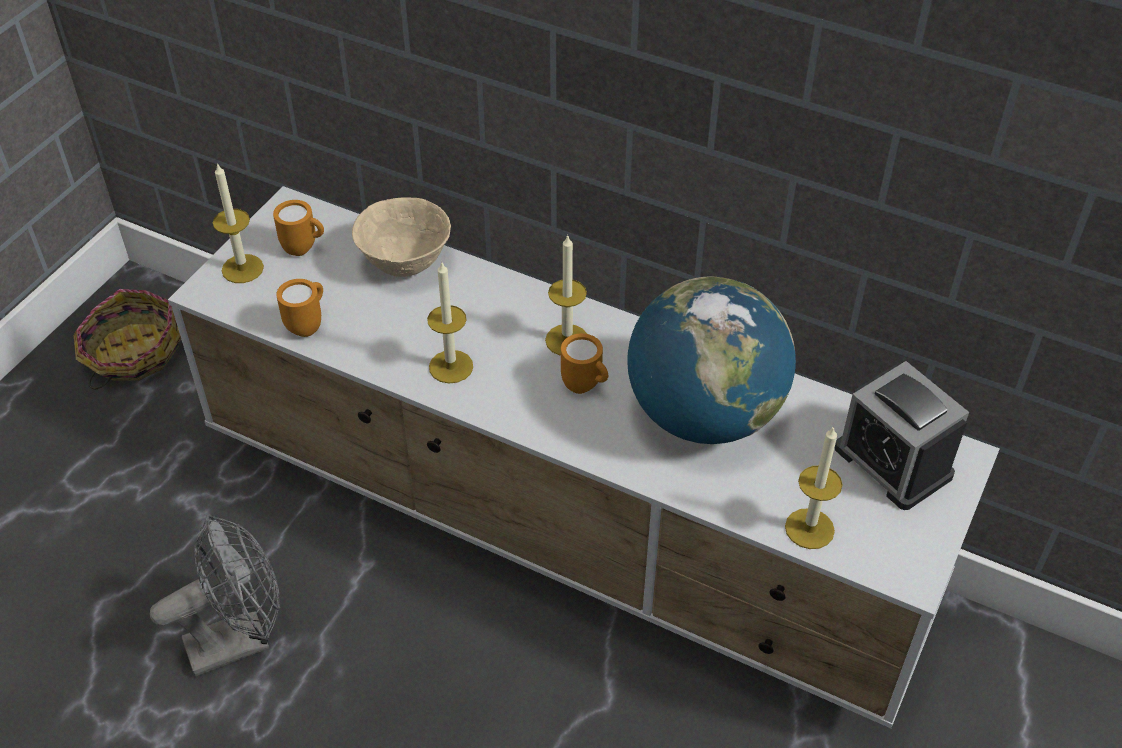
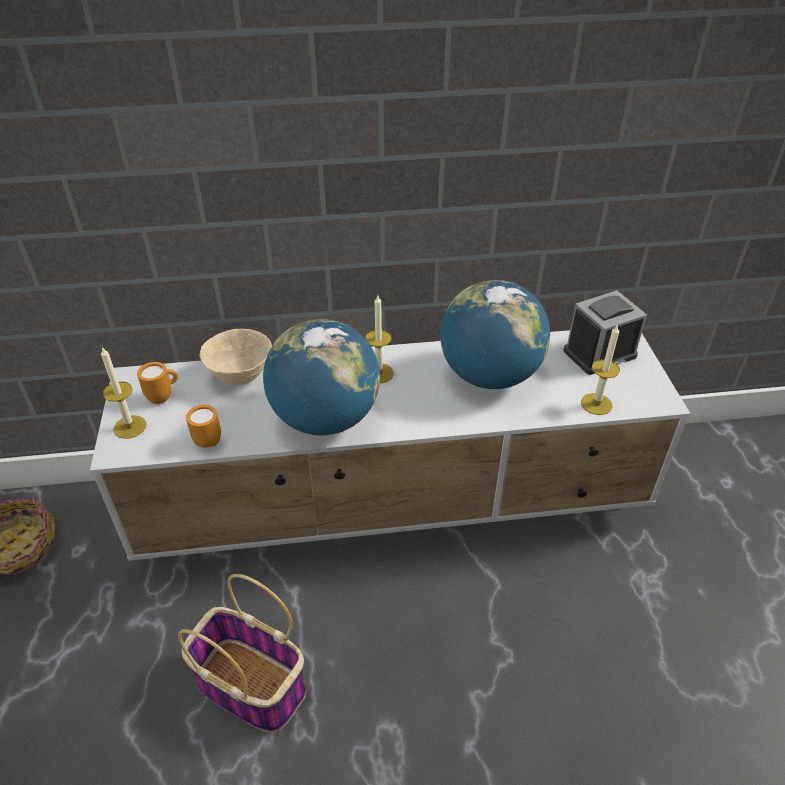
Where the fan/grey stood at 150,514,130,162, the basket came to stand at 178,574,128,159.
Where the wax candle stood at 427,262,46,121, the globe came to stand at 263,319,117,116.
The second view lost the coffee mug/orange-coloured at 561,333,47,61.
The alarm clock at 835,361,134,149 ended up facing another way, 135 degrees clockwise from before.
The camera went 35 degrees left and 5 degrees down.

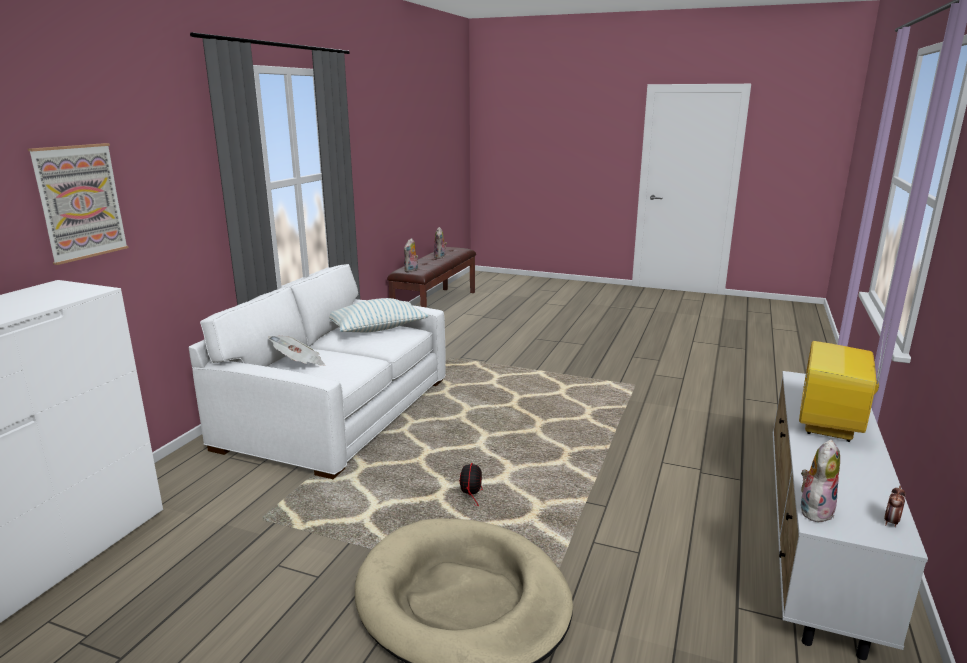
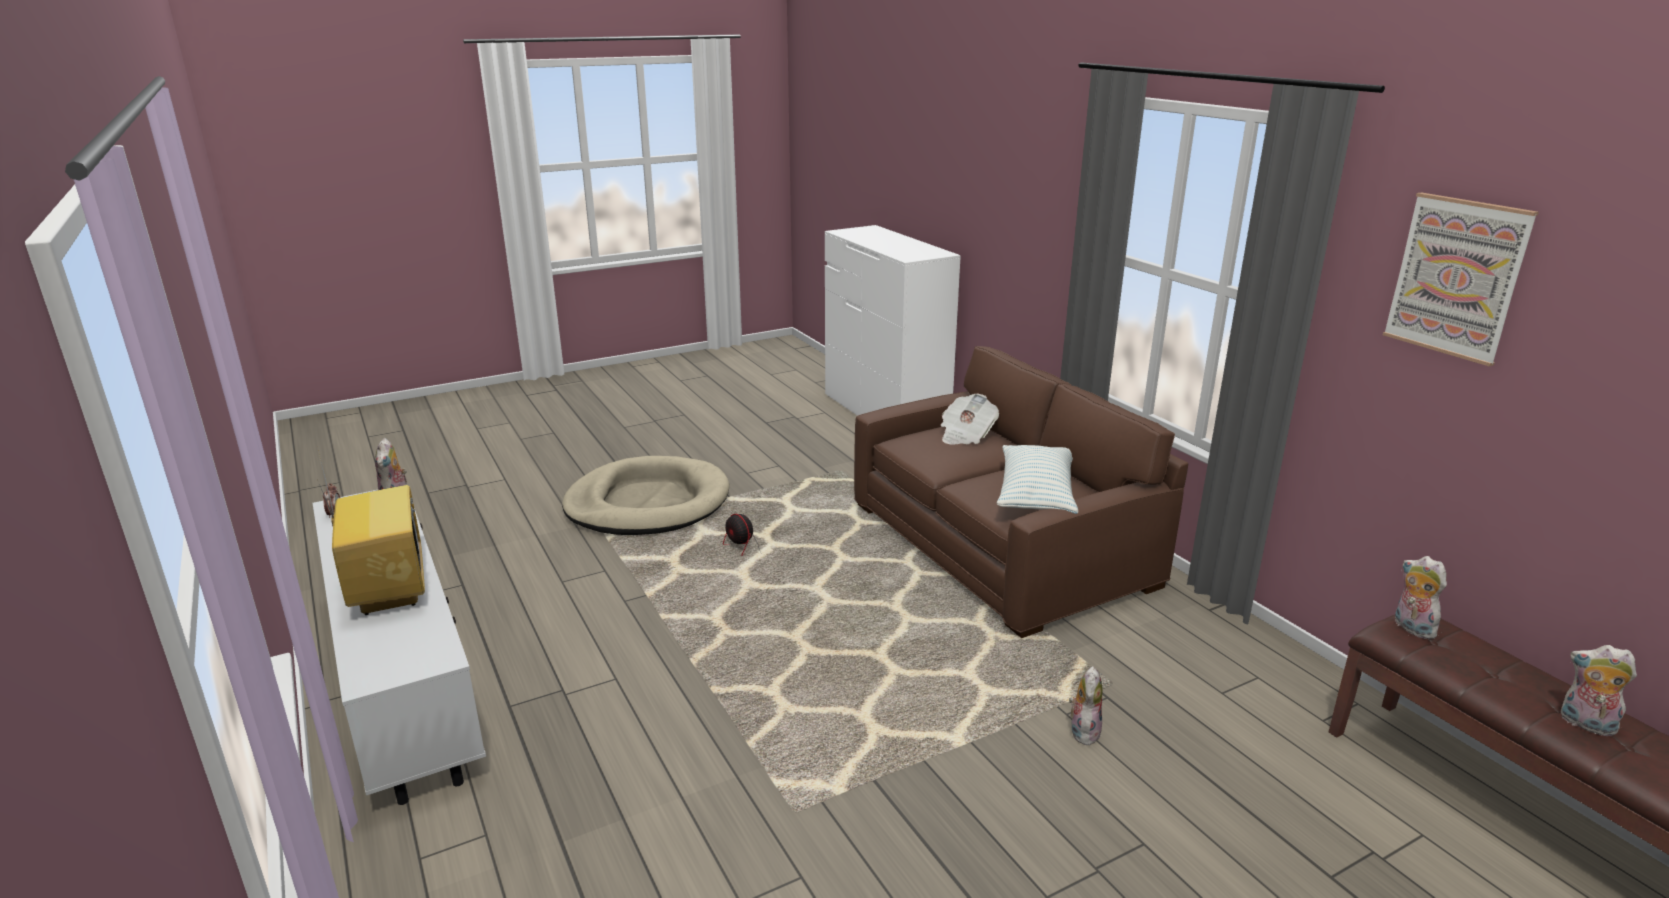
The wall art ended up elsewhere, having gone from 28,143,101,122 to 1383,192,156,174.
What was the settee/white-coloured at 189,264,257,215 turned into the settee/brown-coloured at 854,346,334,292.
The second view gained the soft toy at 1069,666,33,79.
The camera went 130 degrees right and 5 degrees up.

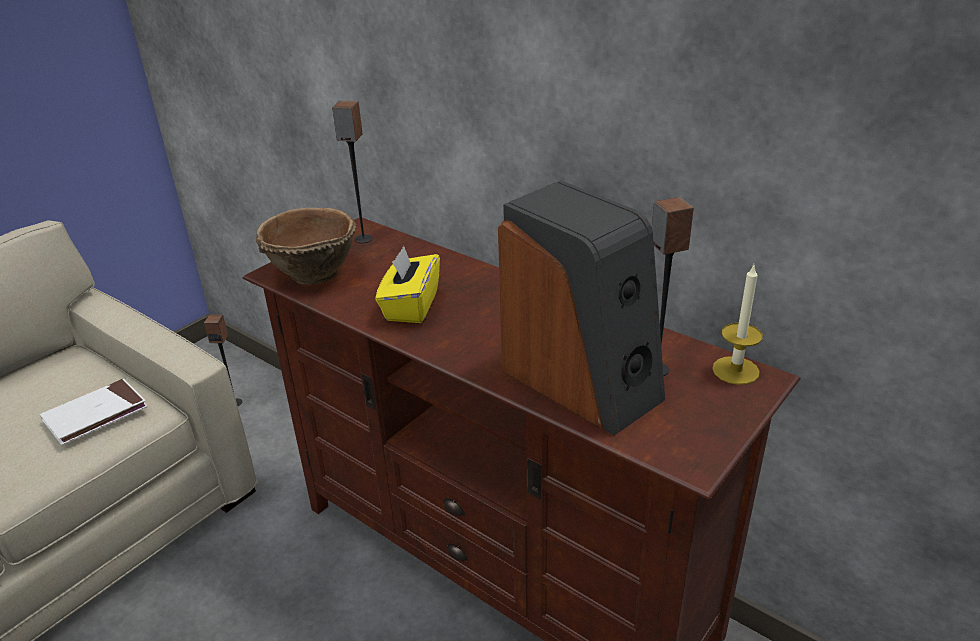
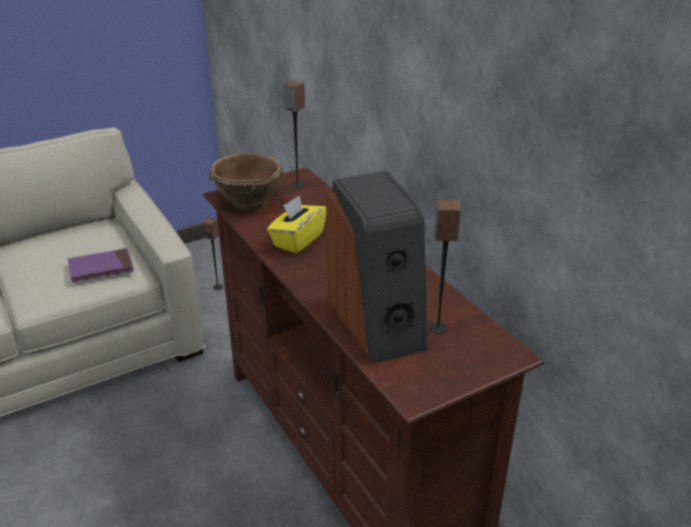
What was the volume/white-coloured at 40,379,108,66 turned into the volume/purple at 68,248,66,34.
The second view lost the wax candle at 712,265,51,120.
The camera went 20 degrees right and 0 degrees up.

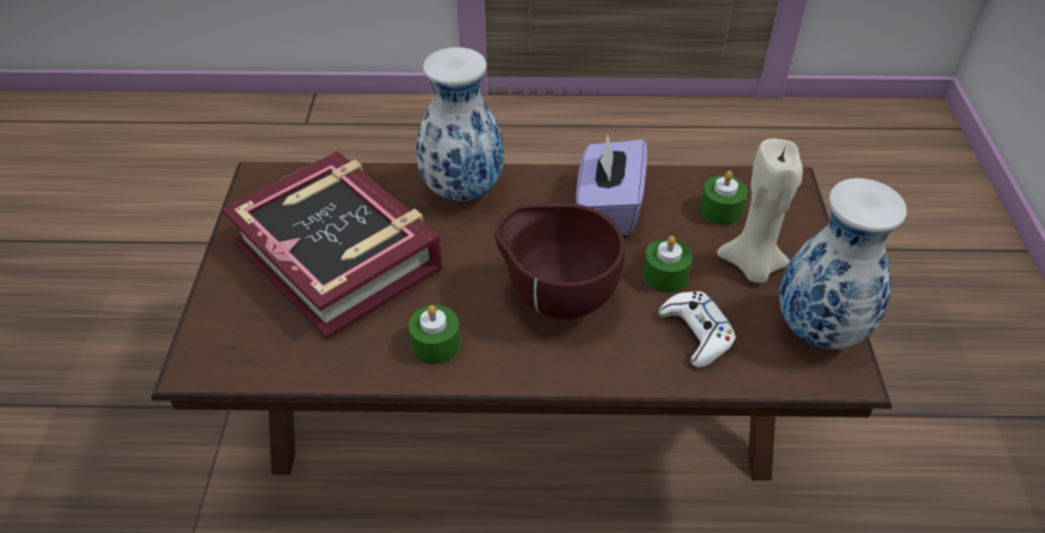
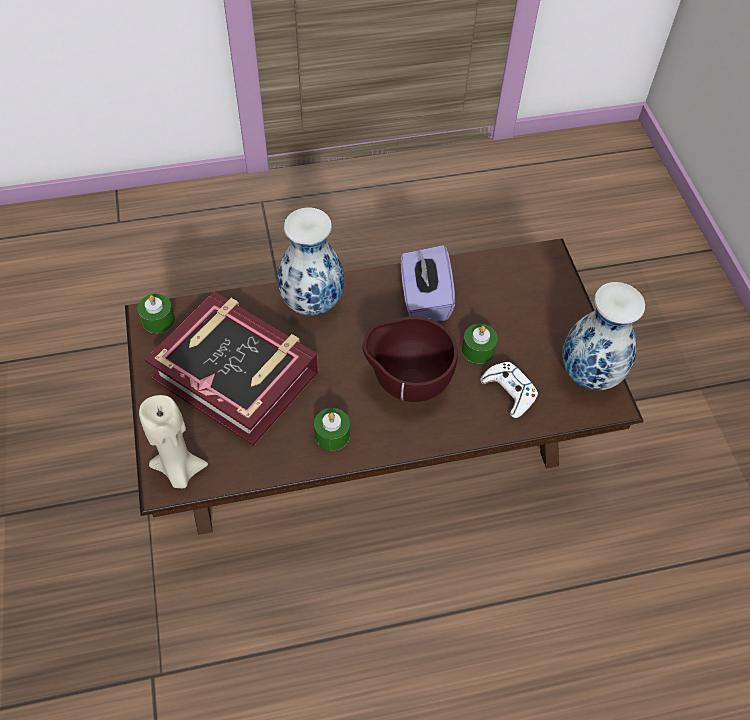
The wax candle/green-coloured ended up elsewhere, having gone from 700,171,48,54 to 138,294,37,39.
The wax candle/beige-coloured ended up elsewhere, having gone from 717,139,86,144 to 139,395,69,93.
The camera went 15 degrees left and 10 degrees up.

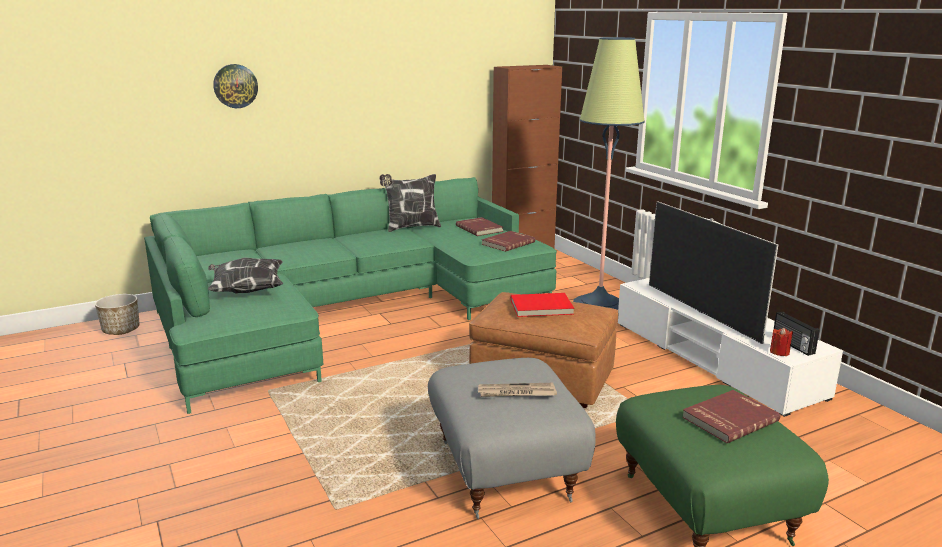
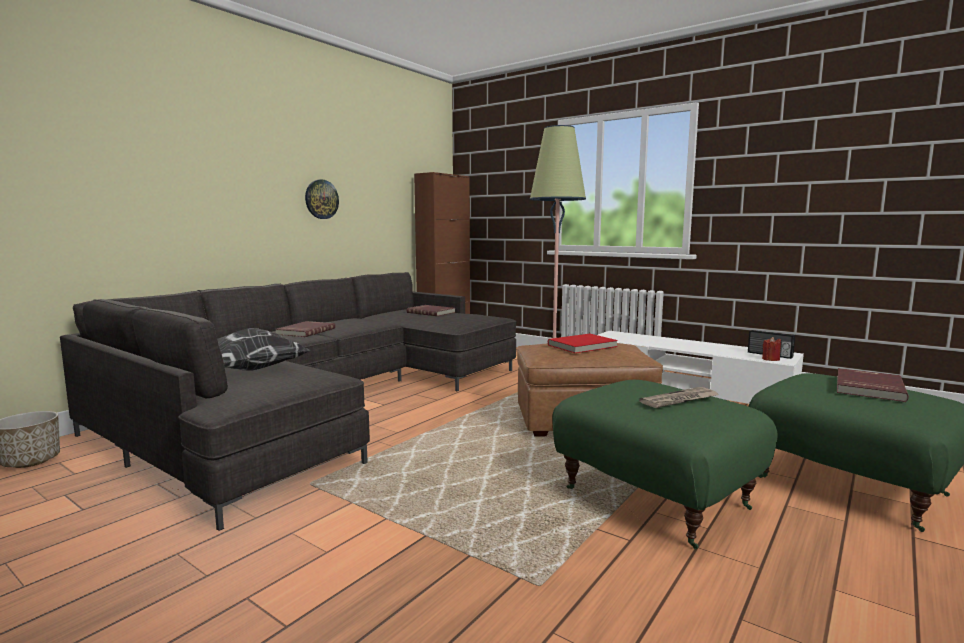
What was the settee/green-coloured at 144,177,413,237 turned into the settee/grey at 60,272,456,259.
The clock on the wall ended up elsewhere, having gone from 213,64,45,44 to 305,179,34,40.
The second view lost the cushion at 379,174,62,58.
What was the pouffe/grey at 428,358,168,161 turned into the pouffe/green-coloured at 552,380,225,169.
The volume/reddish ended up elsewhere, having gone from 482,231,53,21 to 275,321,60,16.
The second view lost the television at 649,202,129,142.
The camera went 25 degrees left and 10 degrees down.

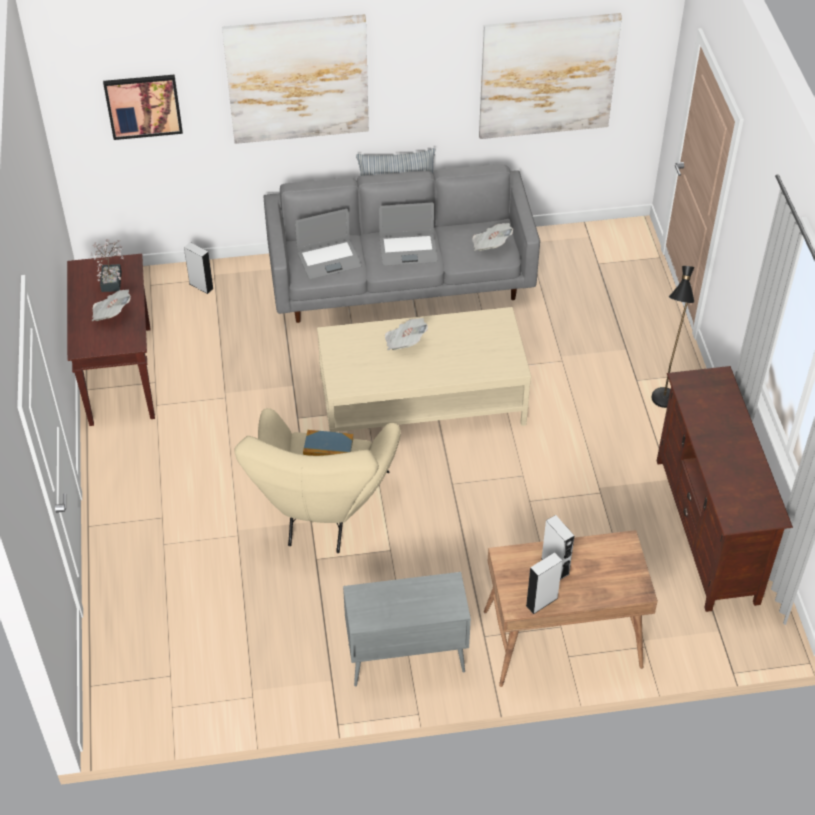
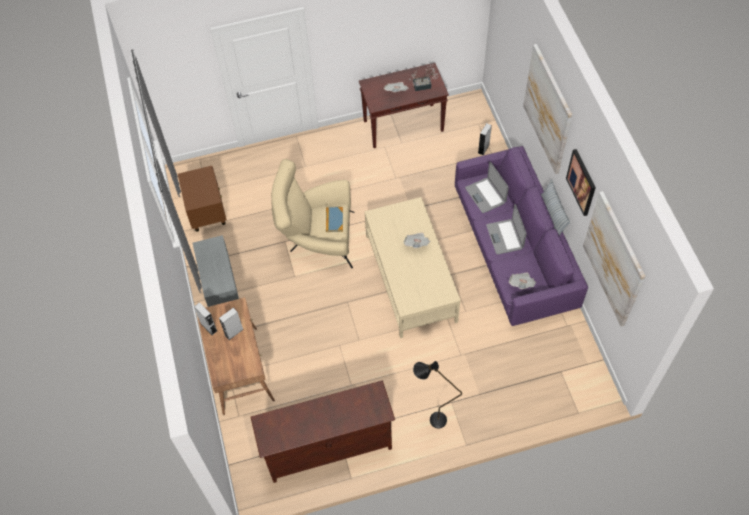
The wall art ended up elsewhere, having gone from 103,75,80,65 to 566,149,30,67.
What was the settee/grey at 263,164,277,159 turned into the settee/purple at 455,146,133,180.
The second view gained the bedside table/brown-coloured at 178,166,48,66.
The camera went 85 degrees right and 10 degrees up.

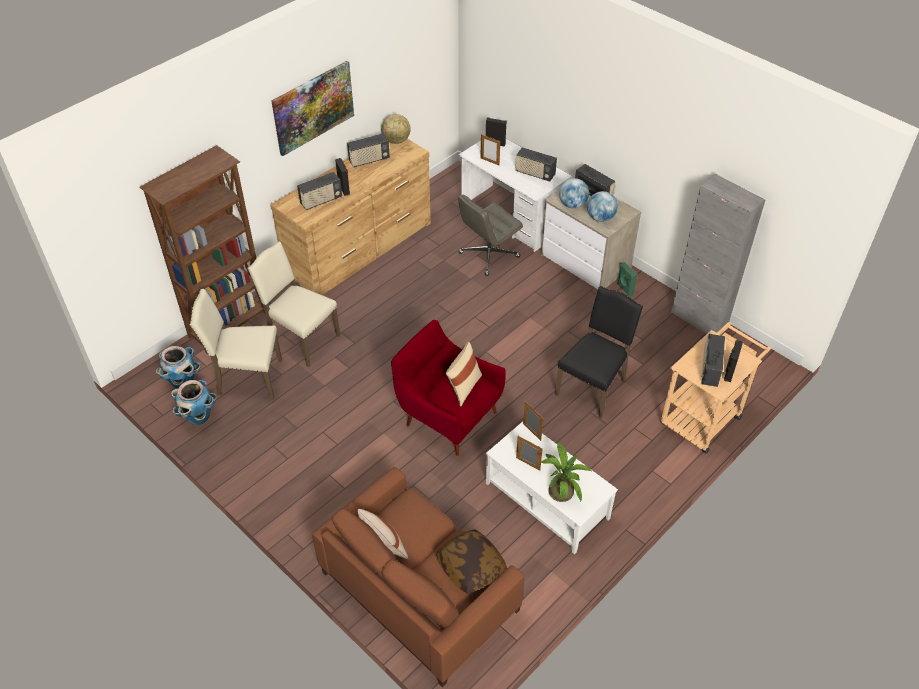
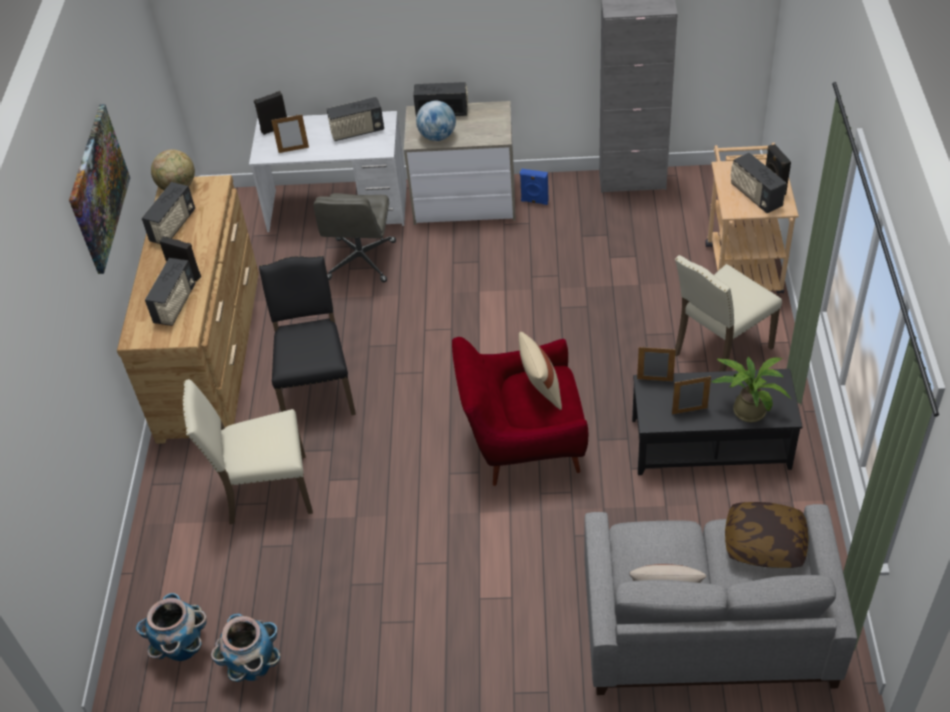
The second view lost the bookcase/brown-coloured at 139,145,127,209.
The chair/beige-coloured ended up elsewhere, having gone from 190,289,92,111 to 675,255,107,117.
What was the settee/brown-coloured at 312,467,212,220 turned into the settee/grey at 584,504,273,191.
What was the low table/white-coloured at 486,421,132,133 turned into the low table/blackish at 632,369,171,106.
The chair/blackish ended up elsewhere, having gone from 555,286,88,133 to 259,256,97,159.
The second view lost the globe at 587,191,31,31.
What was the speaker/green-coloured at 617,262,20,35 turned into the speaker/blue at 520,169,29,36.
The camera went 40 degrees left and 0 degrees up.

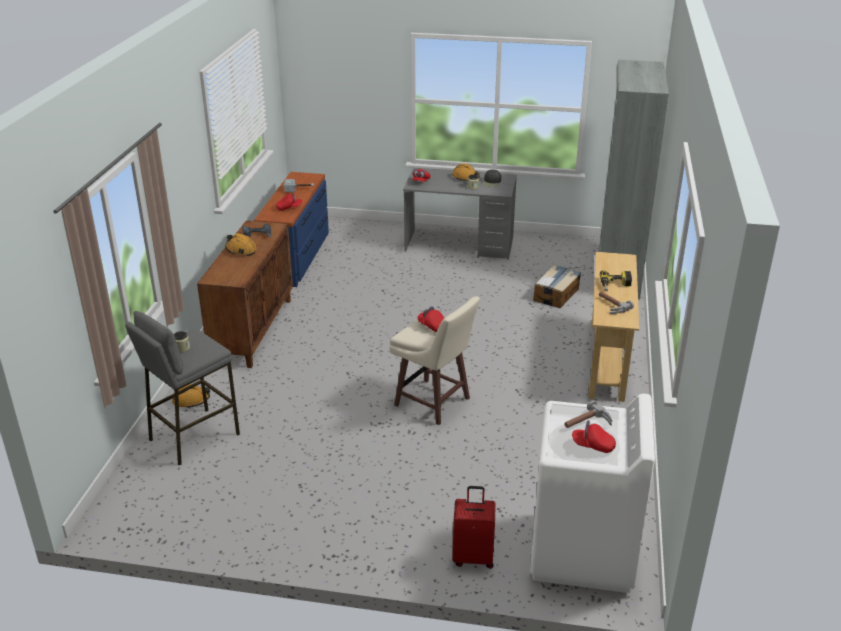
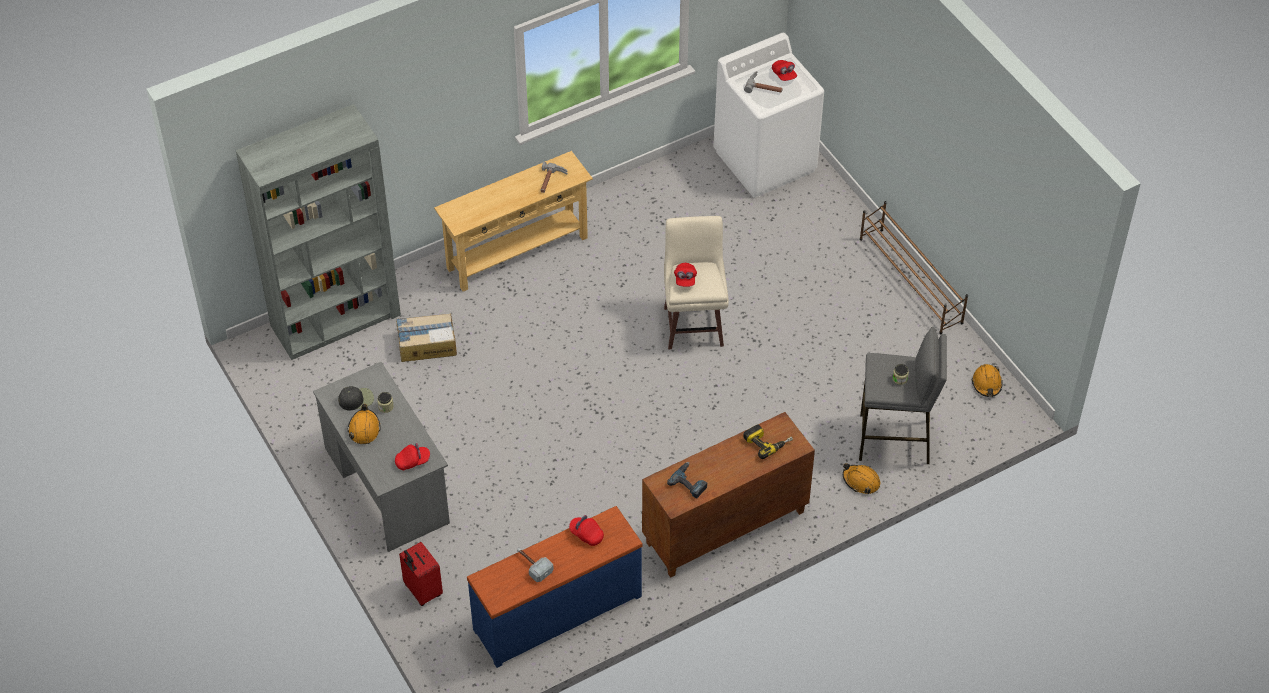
The hard hat/orange-coloured ended up elsewhere, having gone from 225,233,32,23 to 972,364,31,33.
The suitcase/reddish ended up elsewhere, having gone from 453,486,43,83 to 399,542,44,64.
The electric drill ended up elsewhere, having gone from 600,270,32,22 to 743,424,50,35.
The second view gained the shoe rack/brown-coloured at 860,201,108,133.
The camera went 130 degrees left and 20 degrees up.

